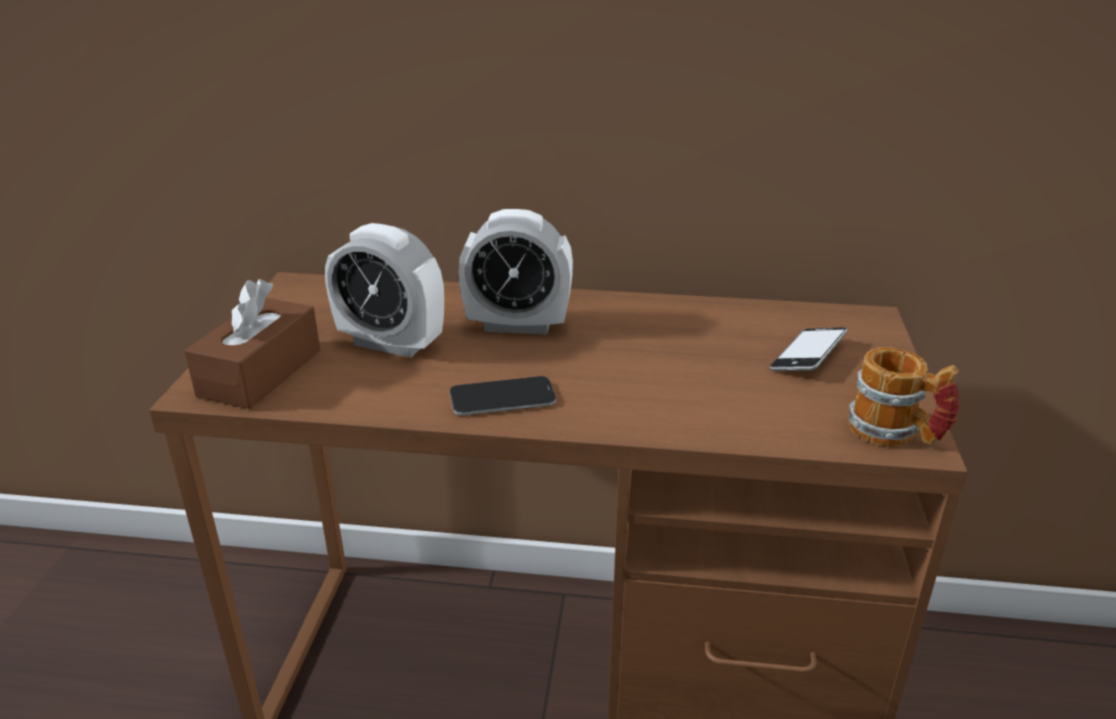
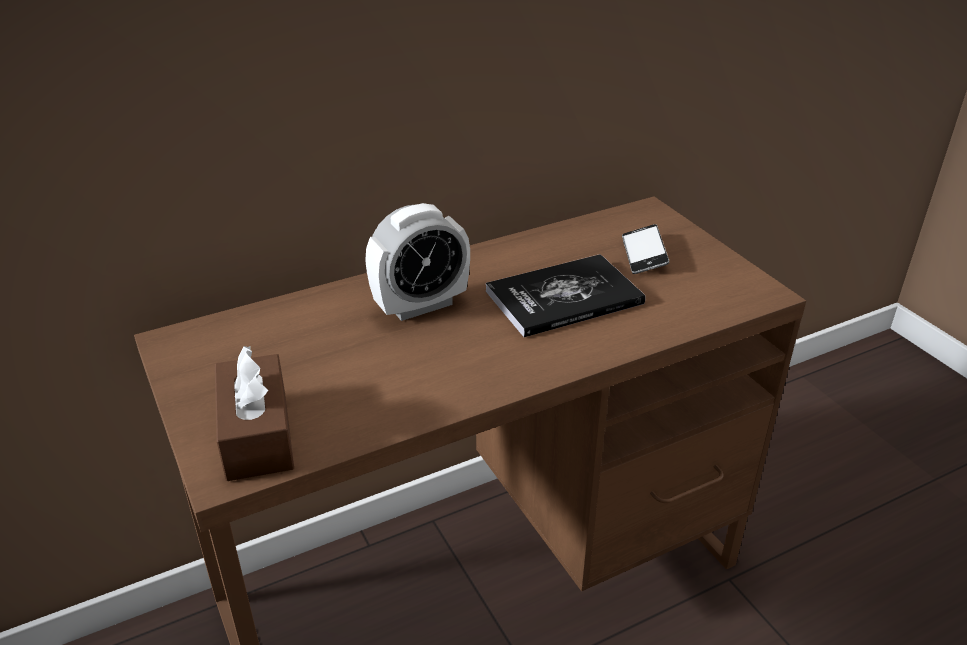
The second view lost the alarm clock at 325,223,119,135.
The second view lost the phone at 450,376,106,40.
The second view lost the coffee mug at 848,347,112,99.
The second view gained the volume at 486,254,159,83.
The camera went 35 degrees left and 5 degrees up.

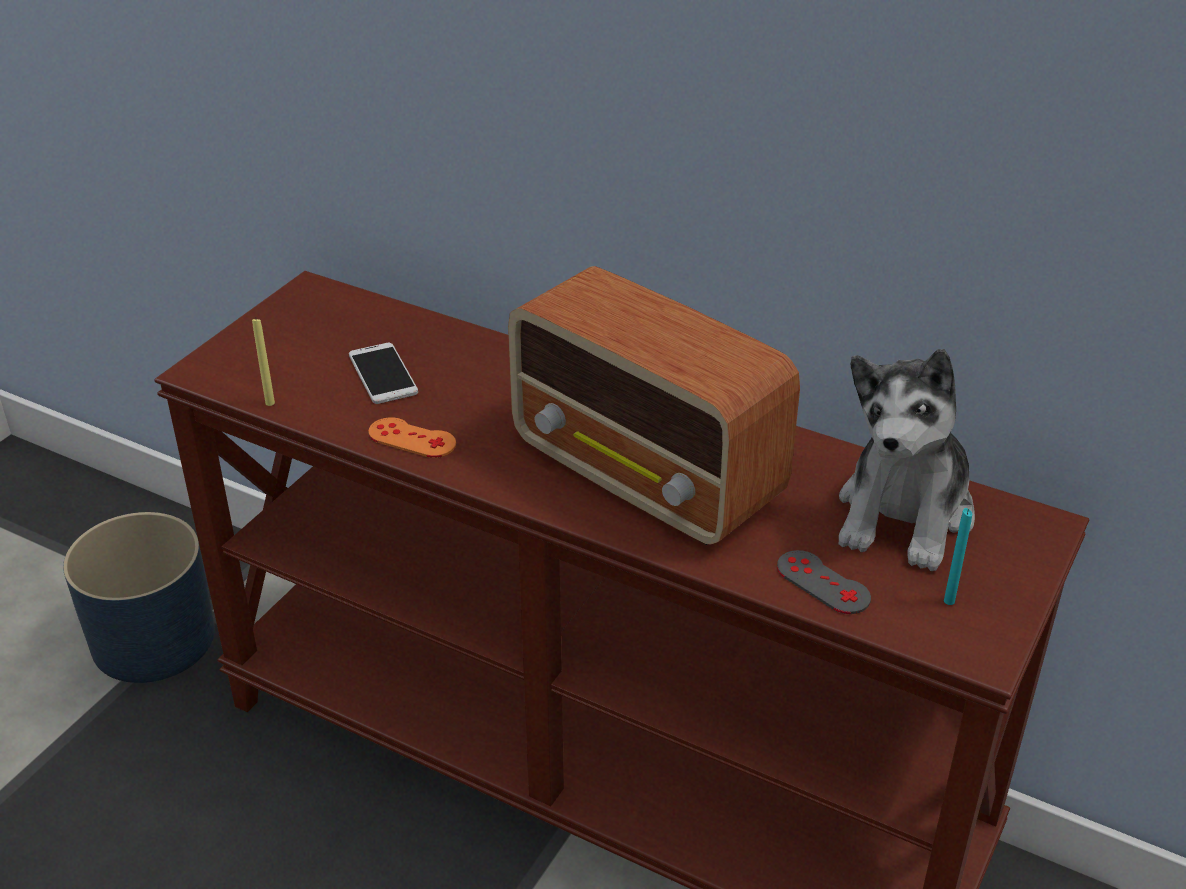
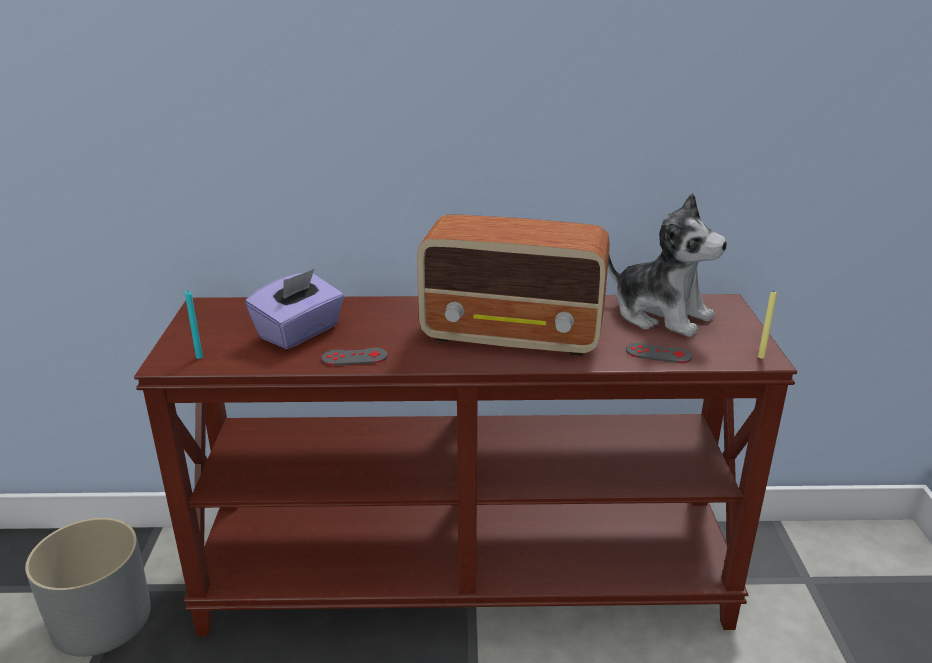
What was the plant pot/blue at 63,512,152,171 turned into the plant pot/grey at 25,518,126,139.
The wax candle/yellow-coloured ended up elsewhere, having gone from 252,319,23,87 to 758,292,19,67.
Where the phone stood at 349,343,69,61, the box of tissues/purple came to stand at 245,269,99,80.
What was the gamepad/orange-coloured at 368,417,88,41 turned into the gamepad/grey at 321,348,67,17.
The soft toy at 839,349,136,222 ended up facing another way, 45 degrees counterclockwise from before.
The wax candle/turquoise ended up elsewhere, having gone from 944,508,28,97 to 185,291,18,68.
The camera went 30 degrees left and 10 degrees down.

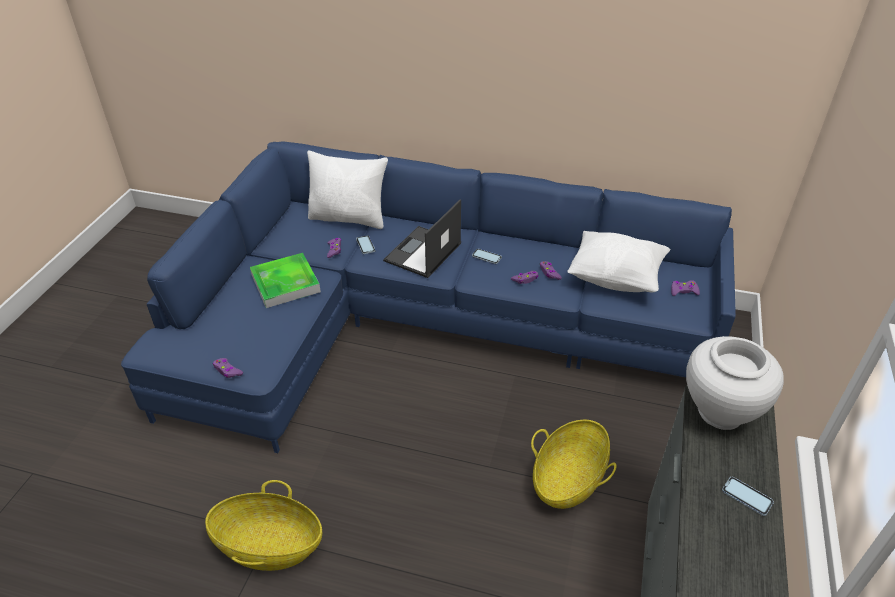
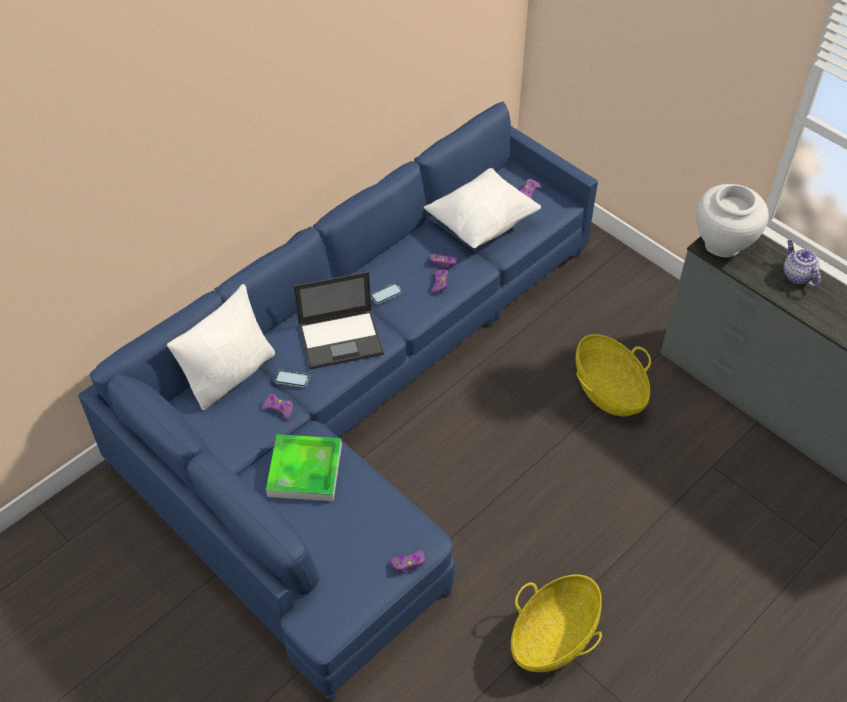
The laptop at 383,199,78,79 ended up facing another way, 75 degrees counterclockwise from before.
Where the phone stood at 722,477,52,39, the pot for tea came to stand at 783,240,38,47.
The camera went 60 degrees left and 10 degrees up.

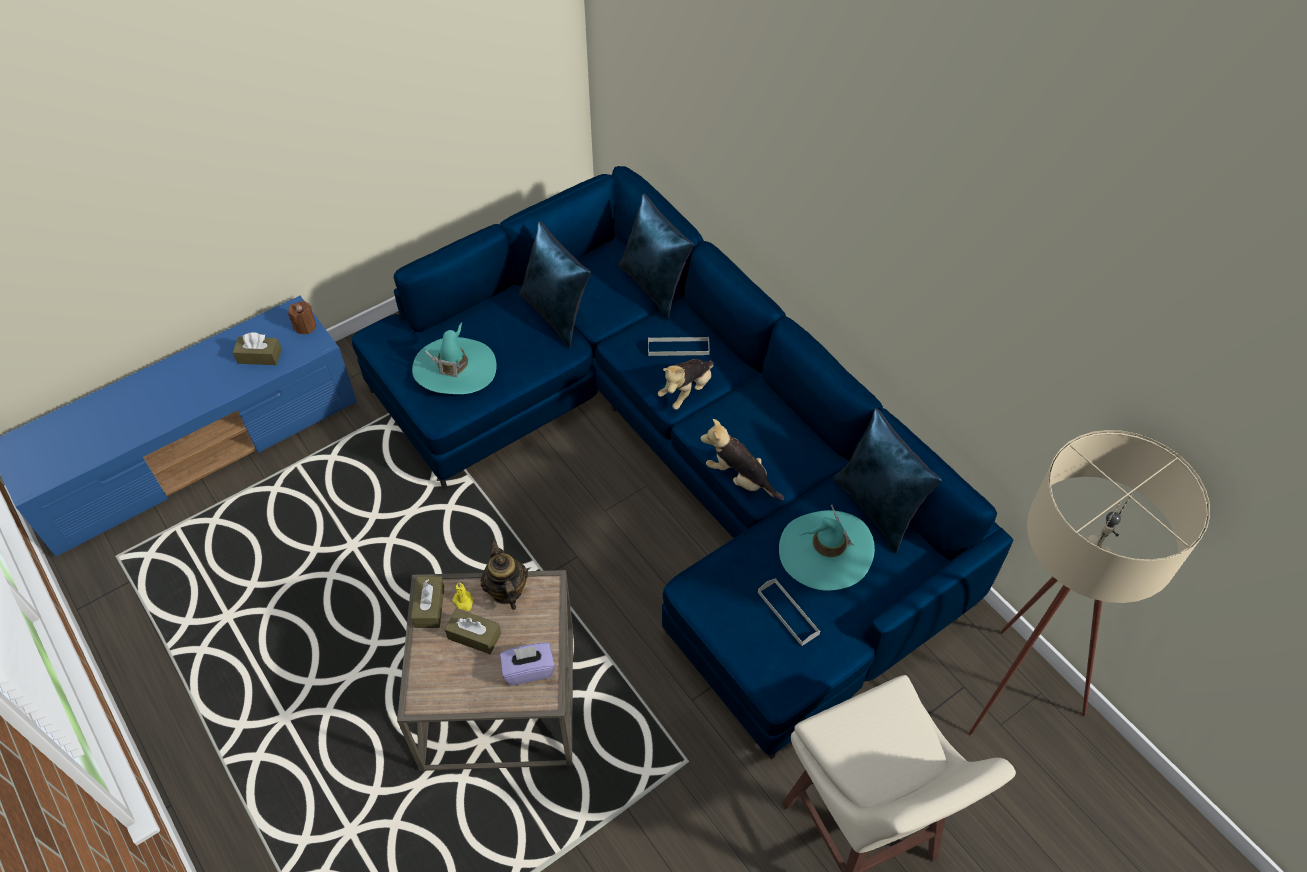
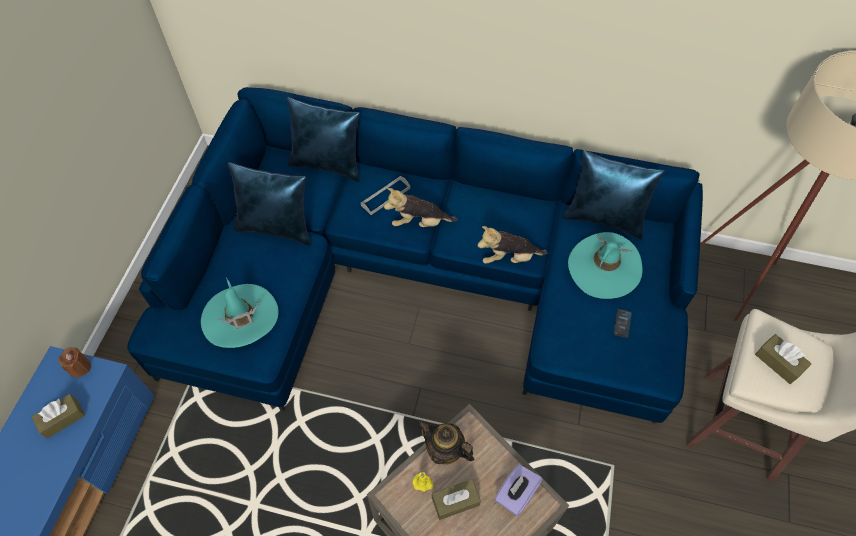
The box of tissues/brown-coloured ended up elsewhere, having gone from 411,576,34,52 to 755,334,57,50.
The soft toy at 658,359,56,51 ended up facing another way, 90 degrees clockwise from before.
Where the carrying tray/grey stood at 758,578,62,68, the phone came to stand at 614,309,18,29.
The camera went 40 degrees left and 5 degrees up.

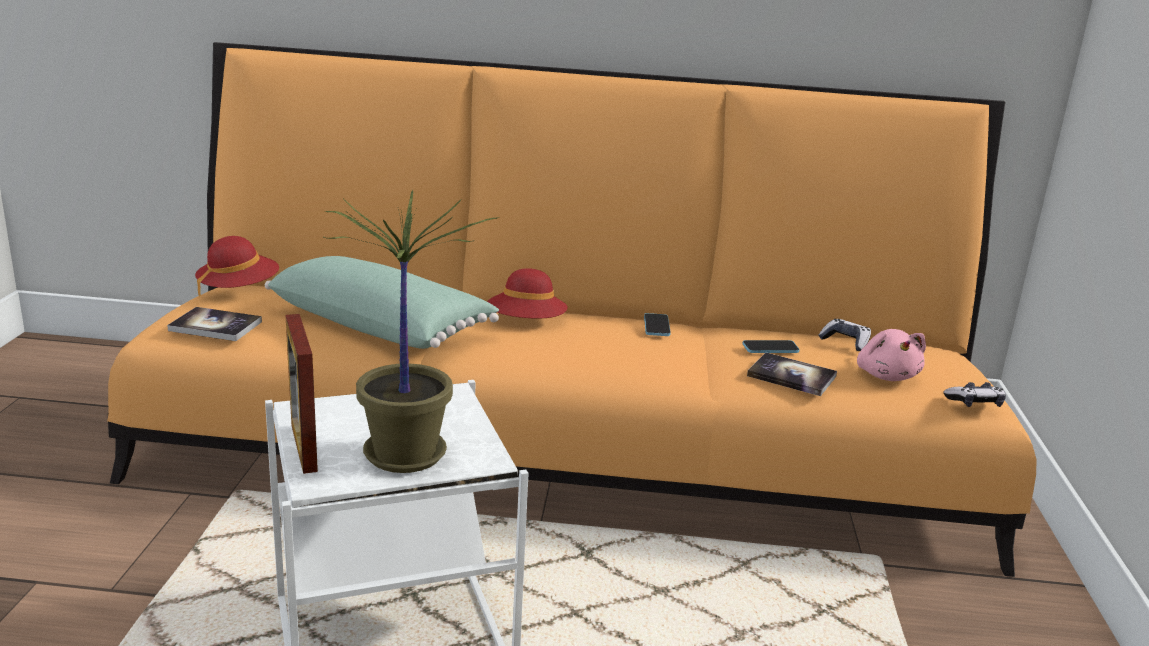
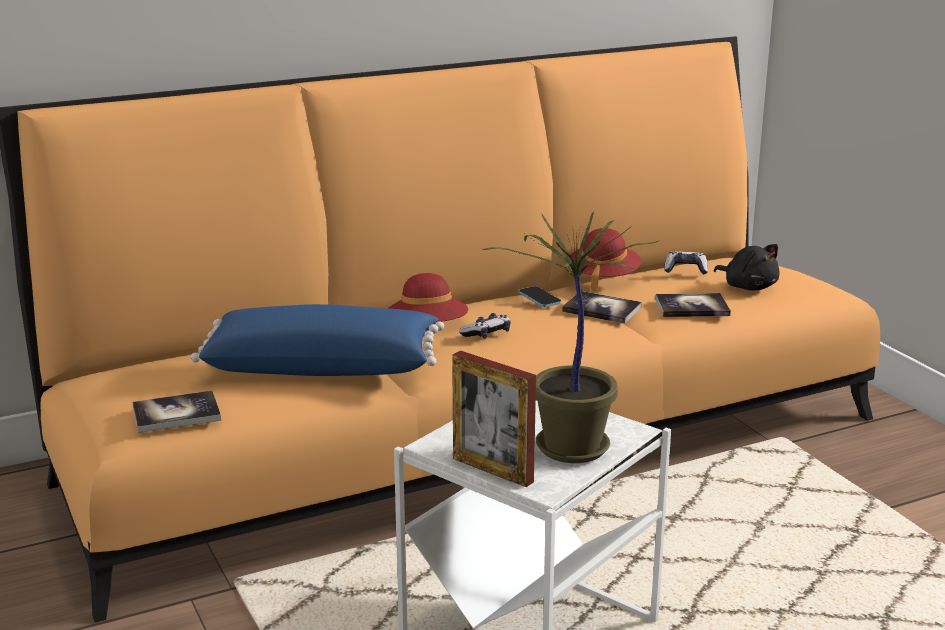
The wearable hat/reddish ended up elsewhere, having gone from 195,236,84,61 to 567,228,74,63.
What was the cushion/green-coloured at 265,256,234,93 turned into the cushion/blue at 191,304,253,72.
The second view lost the phone at 743,340,56,13.
What was the soft toy/pink at 857,329,69,52 turned into the soft toy/blackish at 714,244,66,46.
The gamepad ended up elsewhere, having gone from 943,382,63,25 to 459,313,52,26.
The second view gained the volume at 562,291,80,32.
The camera went 30 degrees left and 0 degrees up.

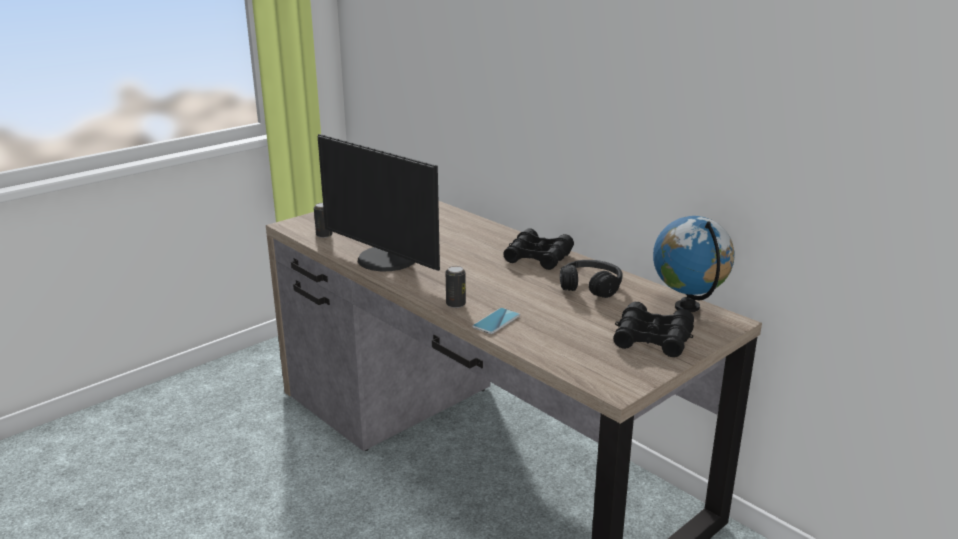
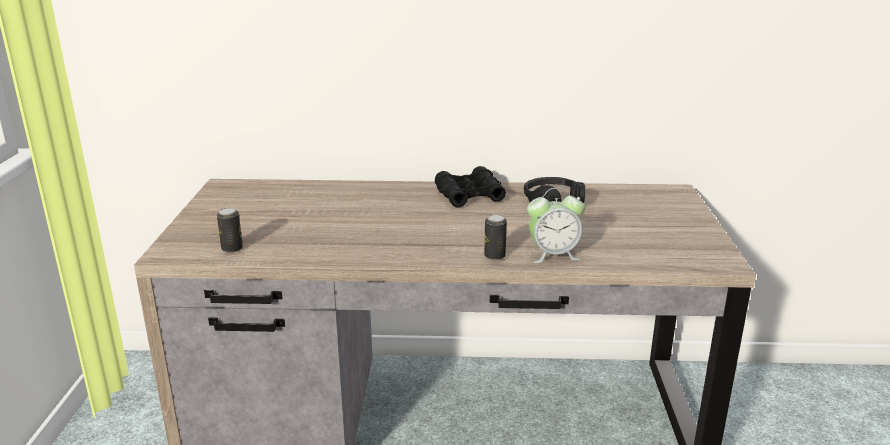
The second view lost the monitor at 318,134,122,137.
Where the phone stood at 472,308,48,26, the alarm clock came to stand at 527,188,58,75.
The second view lost the binoculars/blackish at 613,302,81,55.
The second view lost the globe at 653,216,81,96.
The camera went 45 degrees left and 0 degrees up.

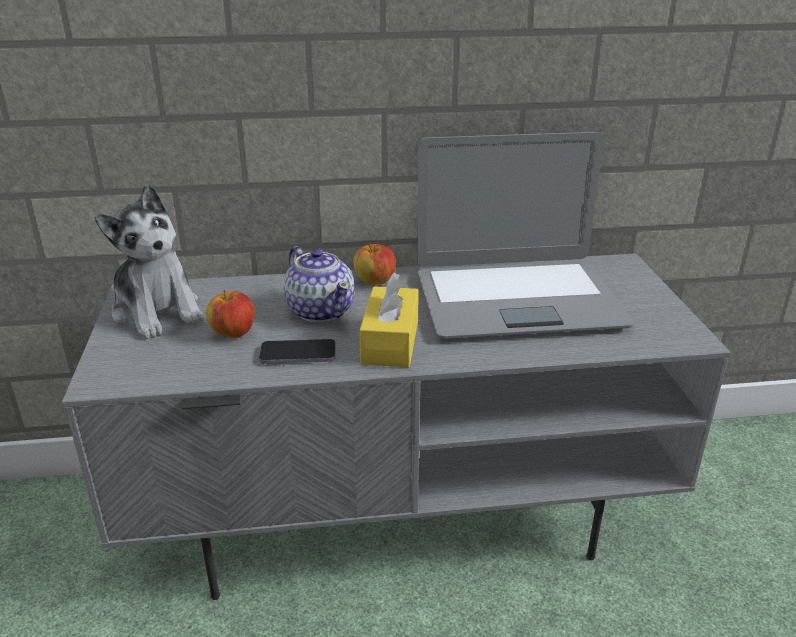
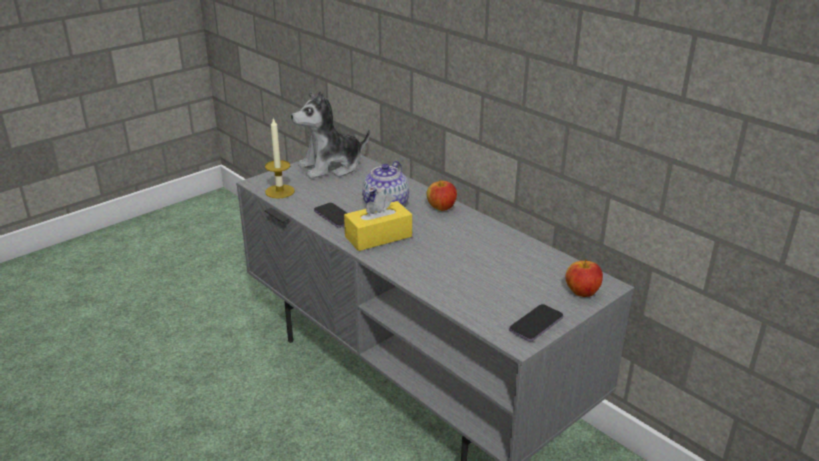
The soft toy at 95,184,110,155 ended up facing another way, 45 degrees clockwise from before.
The whole apple ended up elsewhere, having gone from 206,290,49,49 to 565,259,38,38.
The second view lost the laptop at 417,132,217,207.
The second view gained the wax candle at 265,118,30,81.
The second view gained the phone at 509,304,54,37.
The camera went 55 degrees right and 0 degrees up.

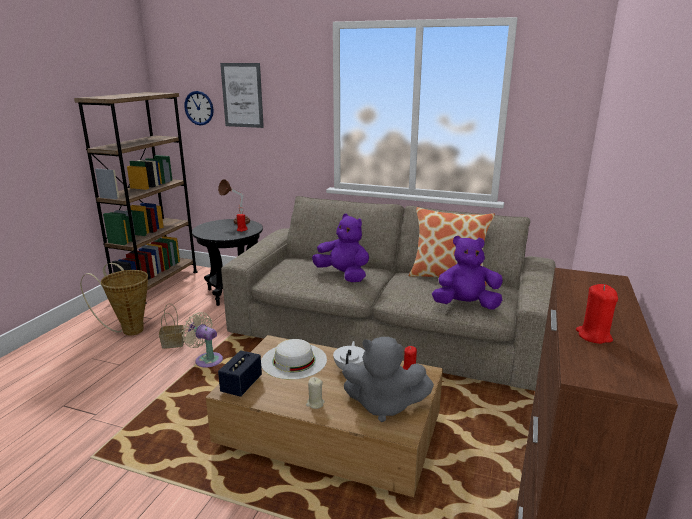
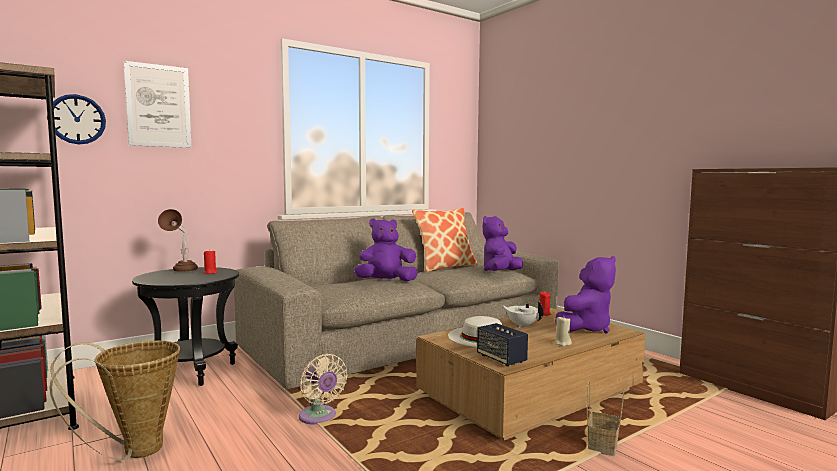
The basket ended up elsewhere, having gone from 159,303,25,46 to 587,380,38,76.
The fan/beige-coloured at 182,312,41,56 ended up facing another way, 105 degrees counterclockwise from before.
What was the soft toy/grey at 342,337,92,85 turned into the soft toy/purple at 555,256,61,77.
The second view lost the wax candle/reddish at 576,284,42,60.
The camera went 55 degrees left and 15 degrees down.

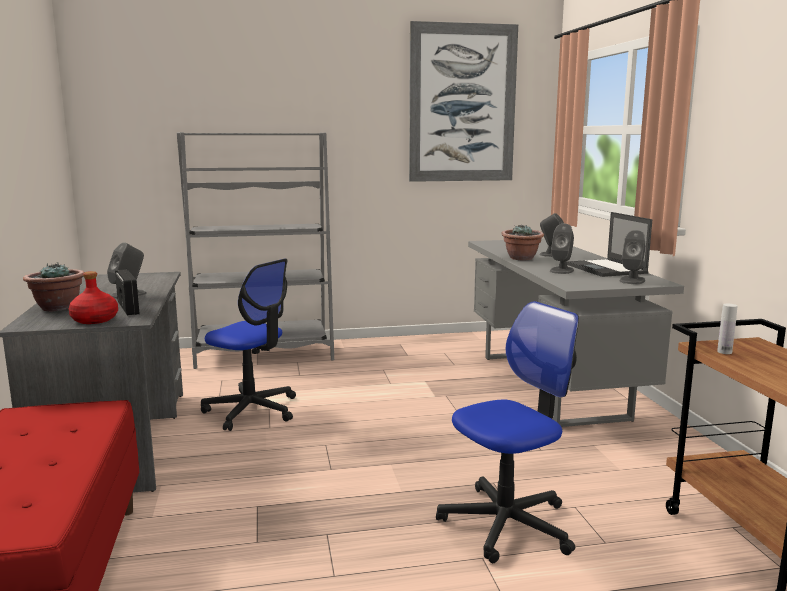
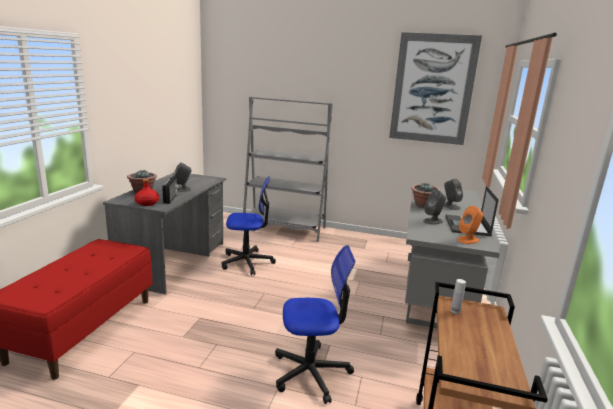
The computer chair at 201,259,95,172 ended up facing another way, 60 degrees counterclockwise from before.
What was the speaker/grey at 620,230,25,54 turned into the speaker/orange-coloured at 457,206,26,38.
The camera went 25 degrees right and 5 degrees up.

